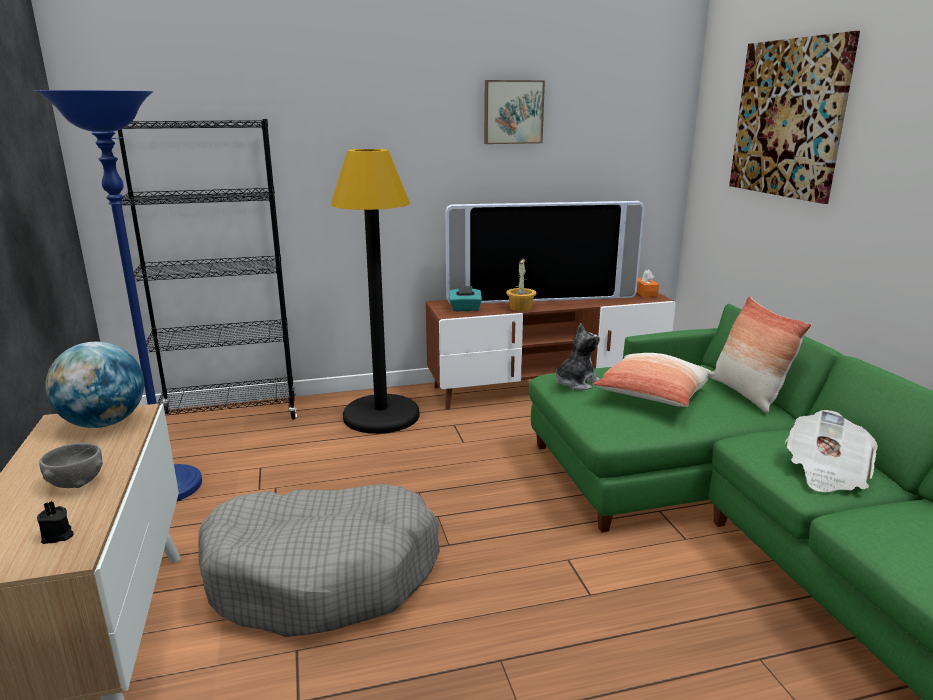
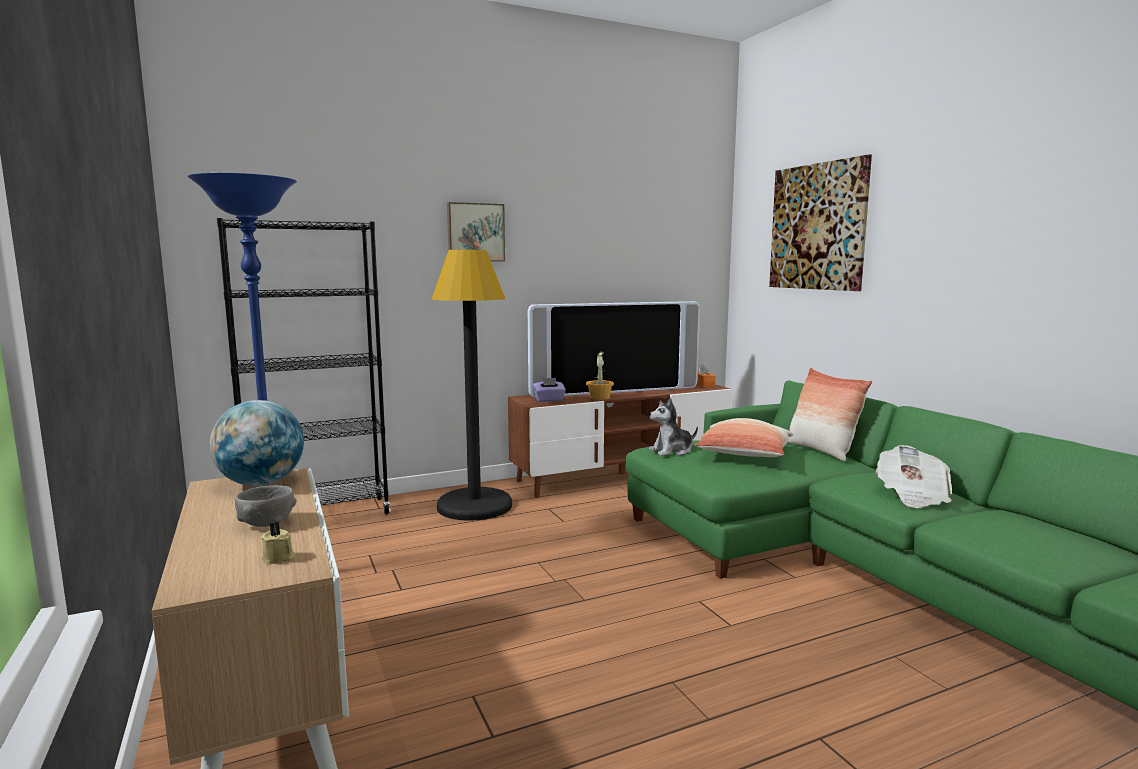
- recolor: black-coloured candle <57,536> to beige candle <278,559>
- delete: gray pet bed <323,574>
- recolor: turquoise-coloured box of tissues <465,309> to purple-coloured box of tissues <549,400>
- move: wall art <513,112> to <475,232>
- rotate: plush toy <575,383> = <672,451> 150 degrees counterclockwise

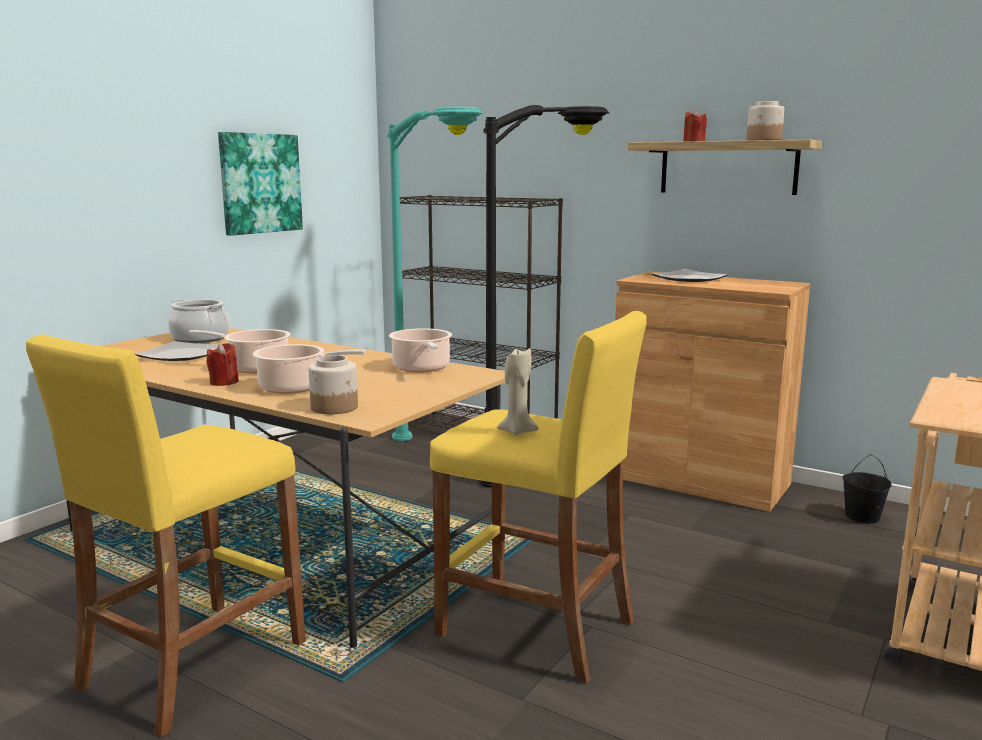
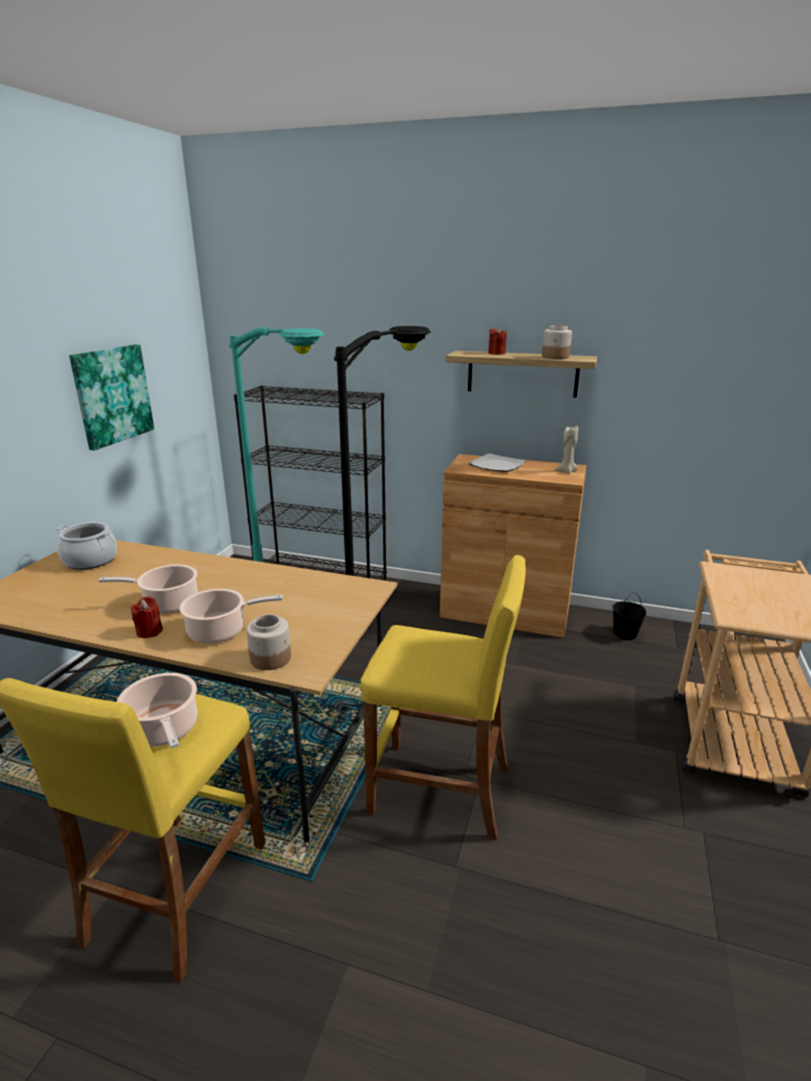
- delete: flat dish <181,355>
- move: cooking pot <422,368> to <164,731>
- move: beige candle <517,431> to <566,471>

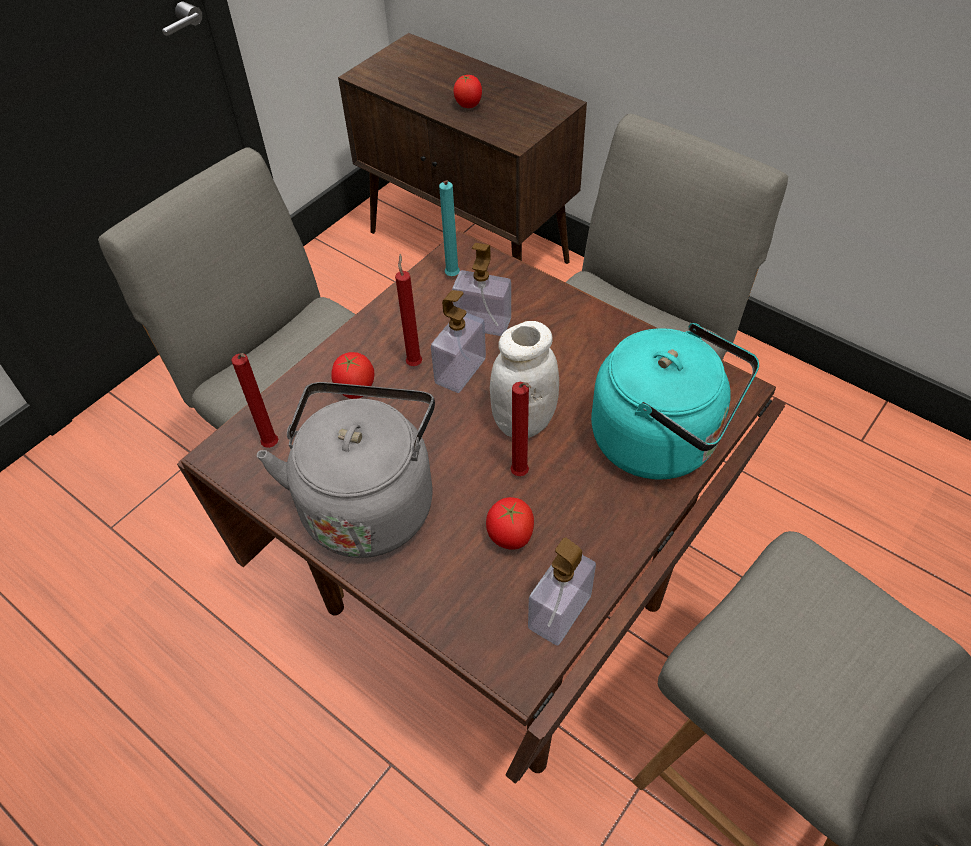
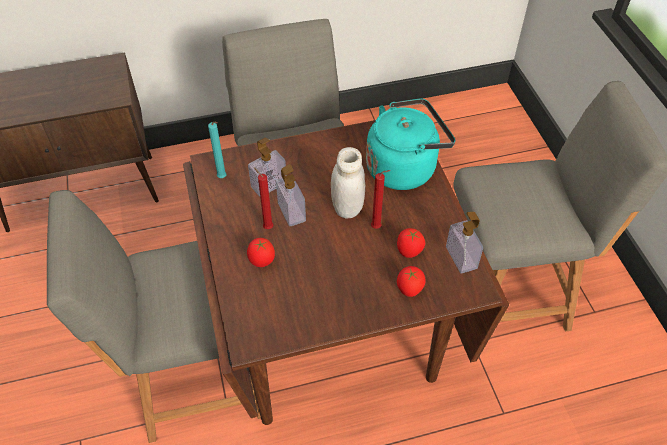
- delete: reddish candle <272,447>
- delete: gray kettle <368,501>
- move: tomato <468,106> to <409,290>

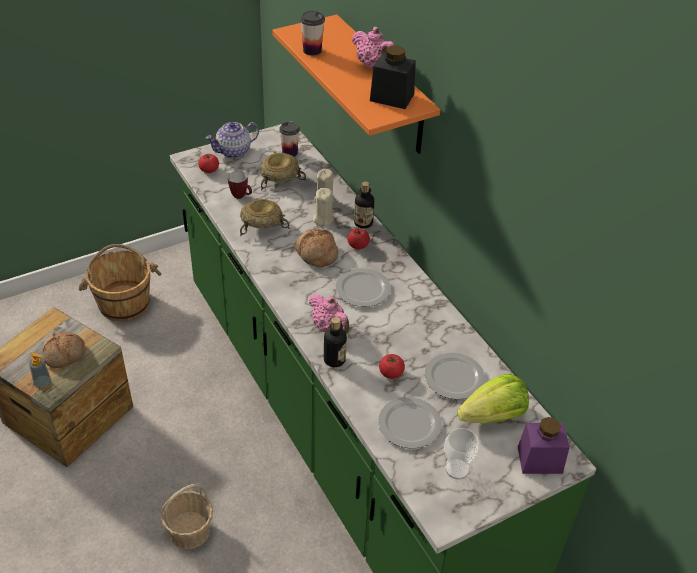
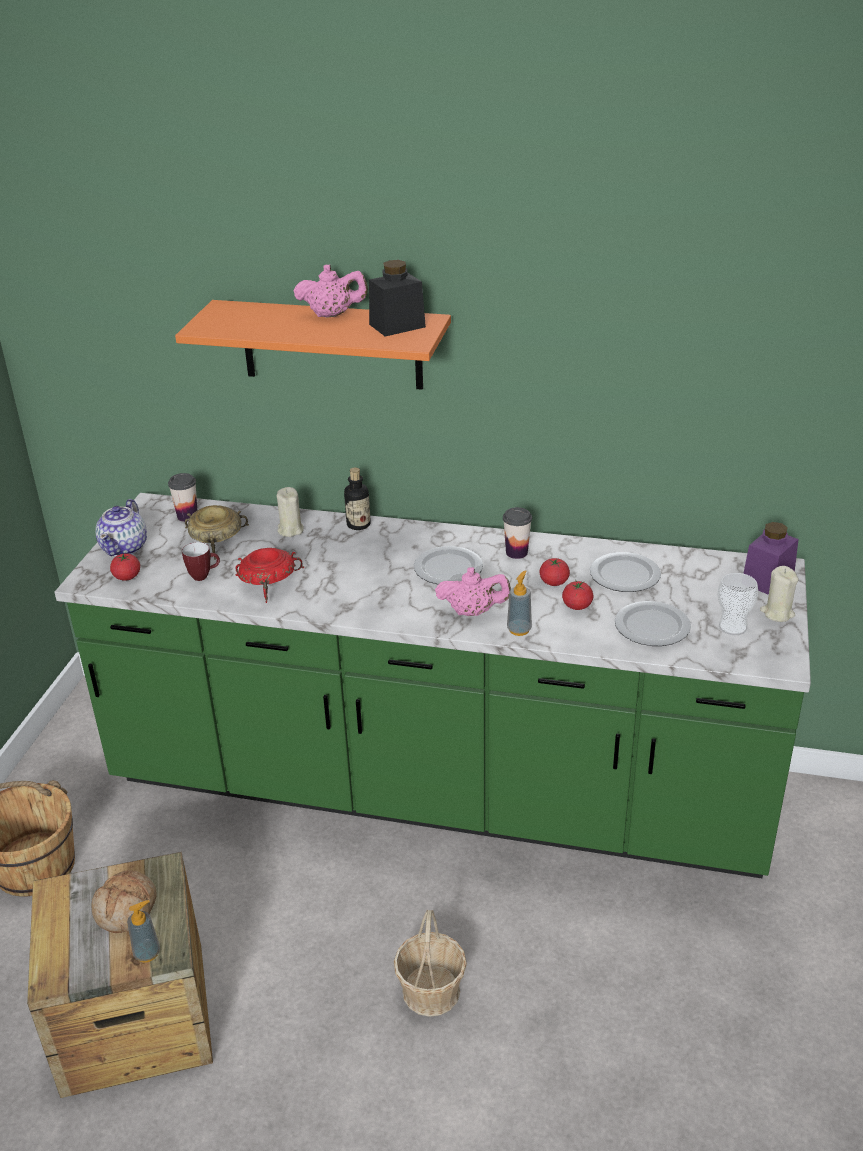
- recolor: beige serving bowl <262,226> to reddish serving bowl <269,584>
- delete: baked bread <316,254>
- move: drinking cup <312,50> to <516,552>
- move: beige candle <323,219> to <777,613>
- replace: bottle <334,360> to soap bottle <519,630>
- move: tomato <358,245> to <554,582>
- delete: head of lettuce <493,416>

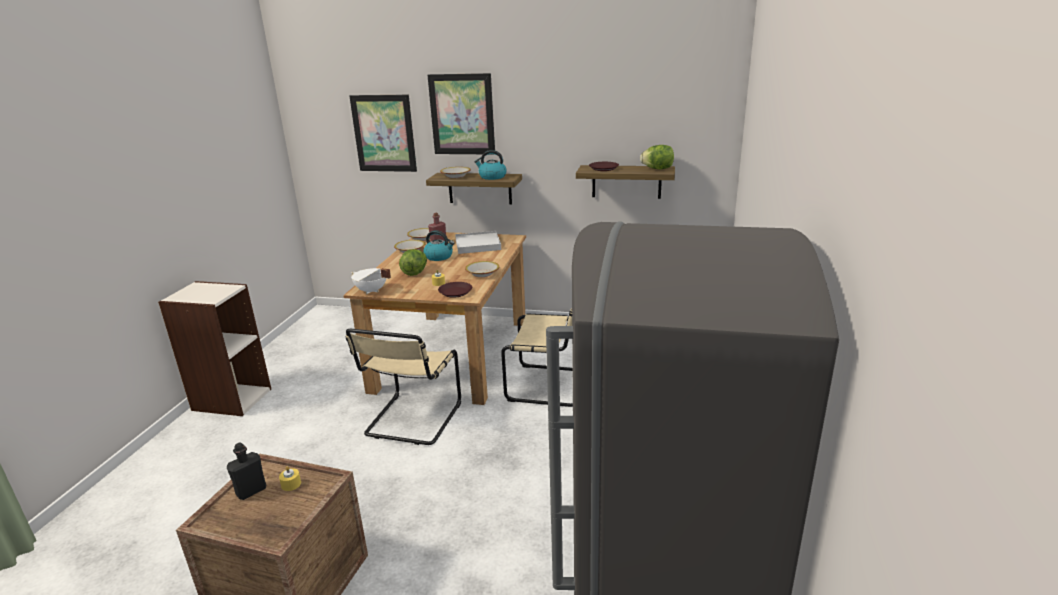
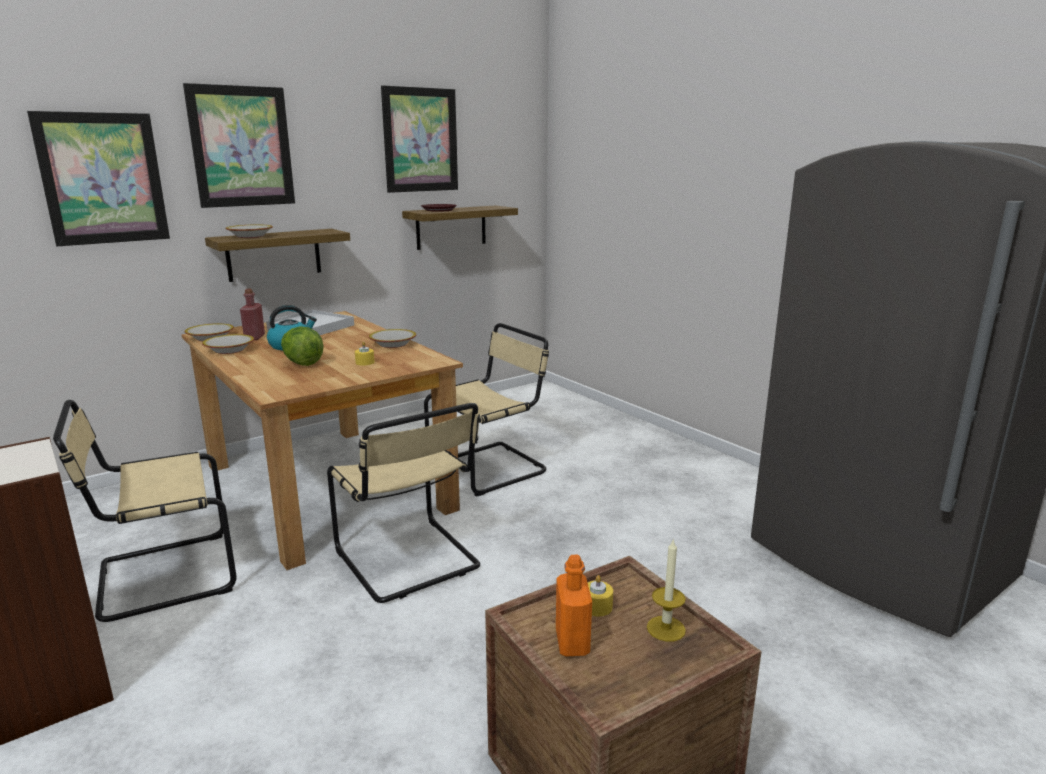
- recolor: black-coloured bottle <251,491> to orange-coloured bottle <572,642>
- delete: whitish cooking pot <371,291>
- delete: brownish flat dish <455,292>
- delete: kettle <492,177>
- delete: head of lettuce <657,169>
- insert: beige plain chair <161,577>
- insert: wall art <420,140>
- insert: candle <666,628>

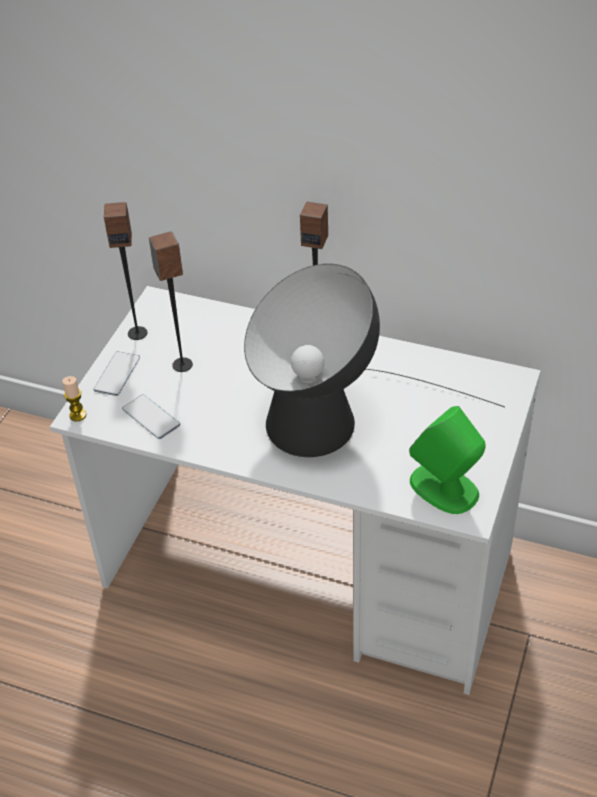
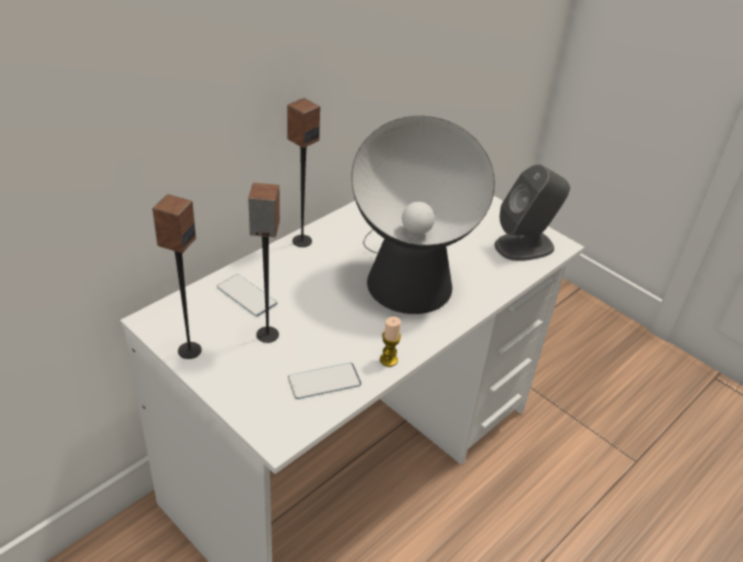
- move: candle <78,415> to <388,360>
- move: handset <117,374> to <247,295>
- recolor: green loudspeaker <445,488> to gray loudspeaker <525,246>

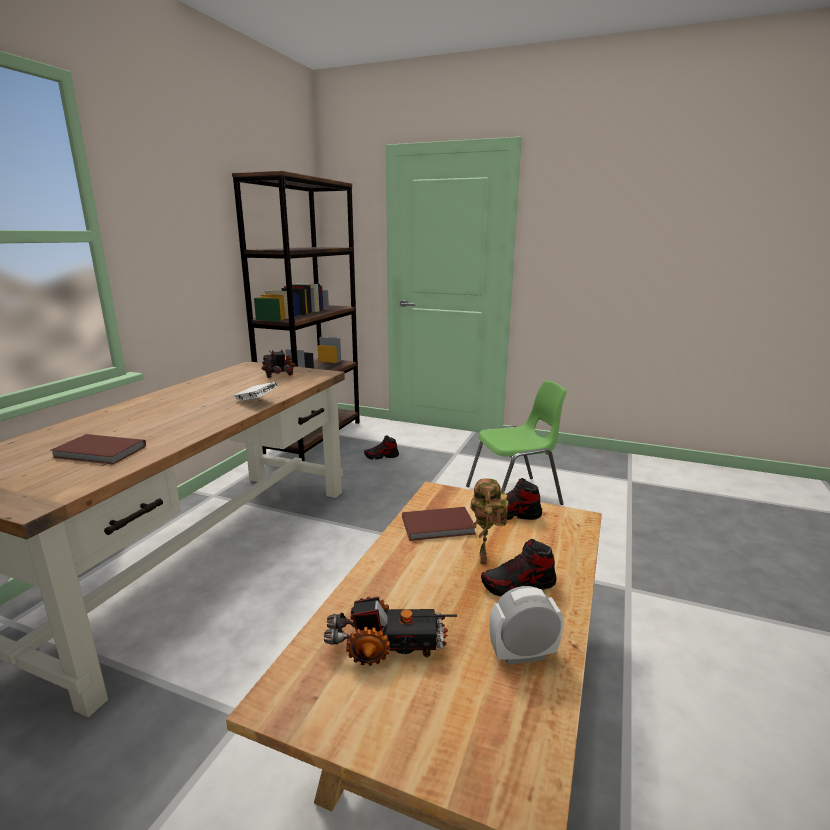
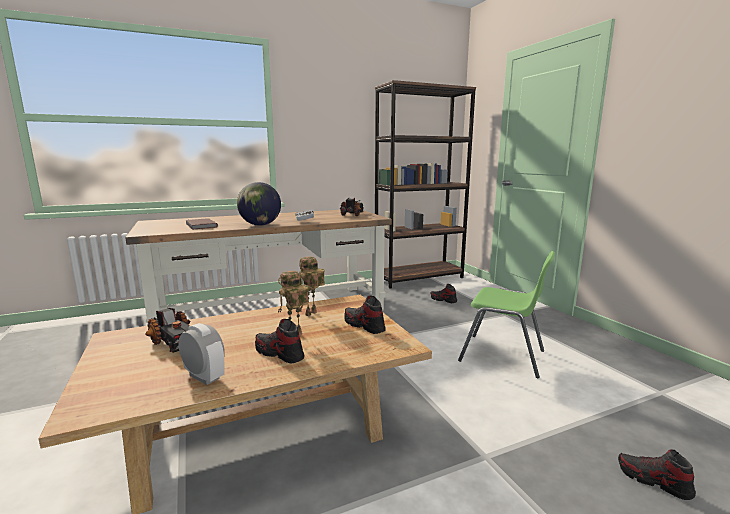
- replace: brownish book <439,526> to toy robot <311,314>
- insert: world globe <260,225>
- insert: low shoe <653,481>

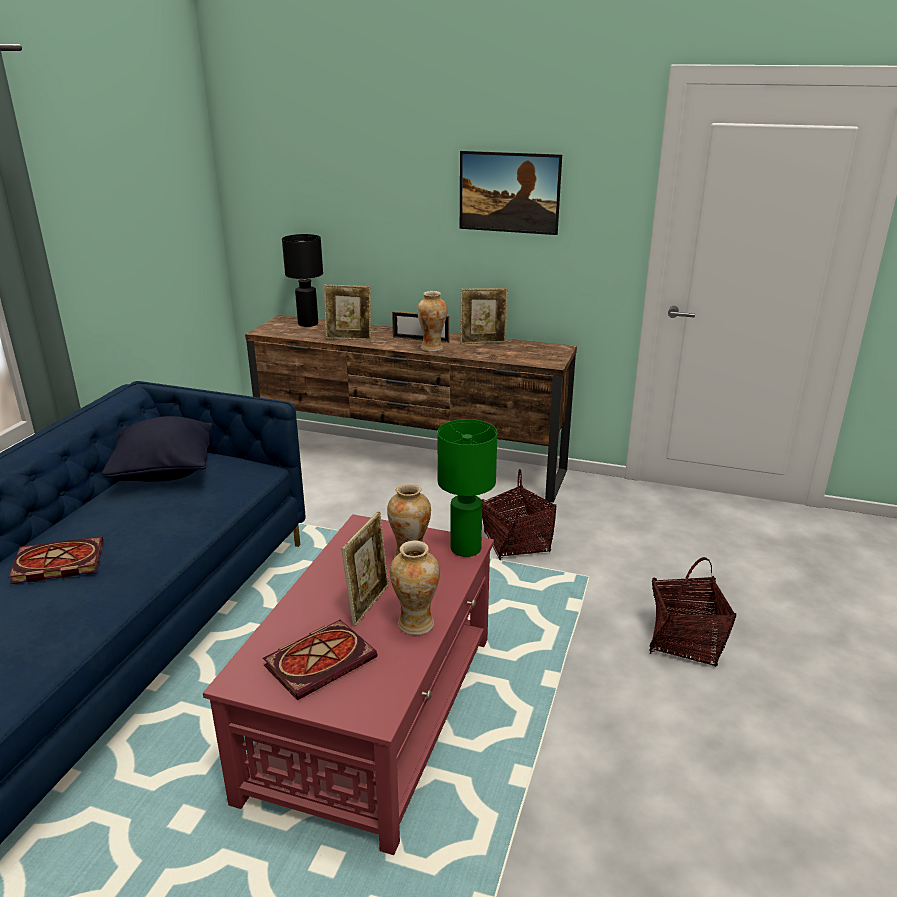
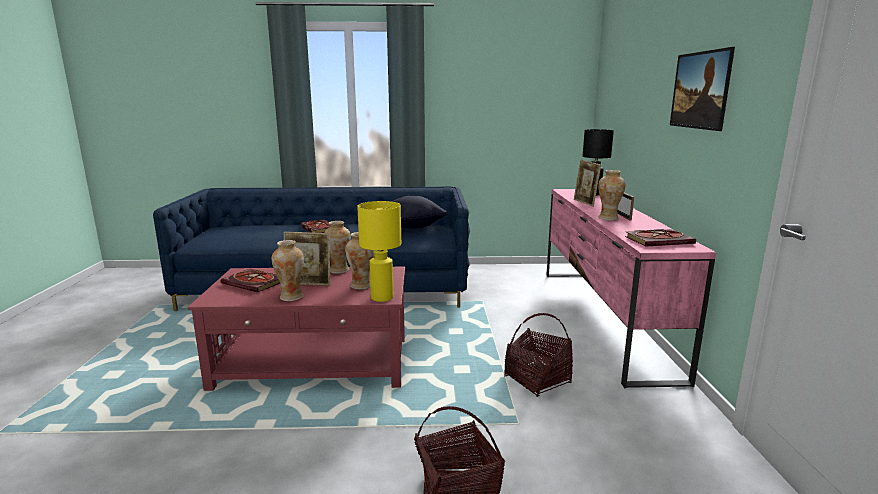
- recolor: brownish tv stand <411,463> to pinkish tv stand <602,318>
- recolor: green lamp for a table <466,549> to yellowish lamp for a table <382,298>
- delete: photo frame <483,342>
- insert: vase <339,270>
- insert: book <659,240>

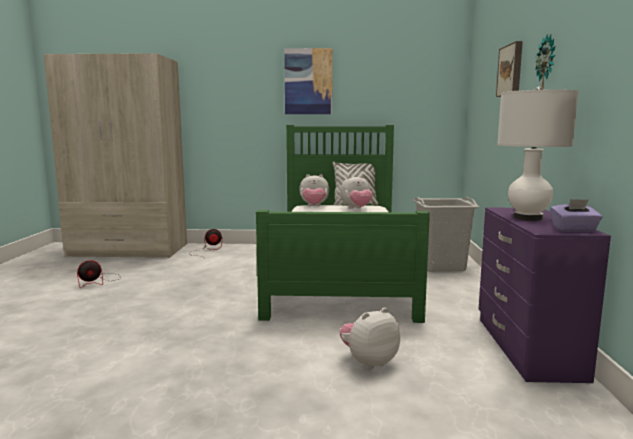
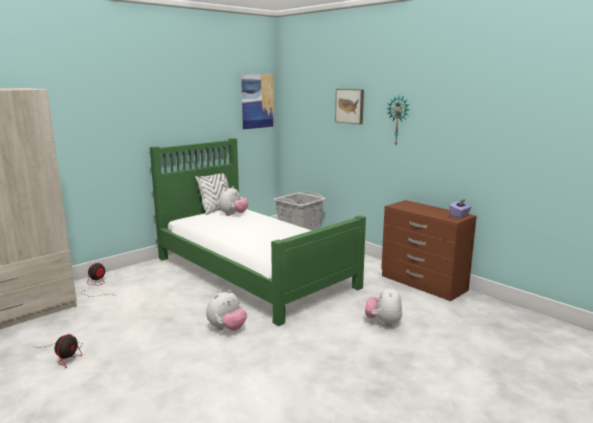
- move: wall art <308,81> to <257,101>
- move: plush toy <314,206> to <227,329>
- recolor: purple-coloured dresser <526,347> to brownish dresser <423,283>
- delete: whitish lamp for a table <528,218>

